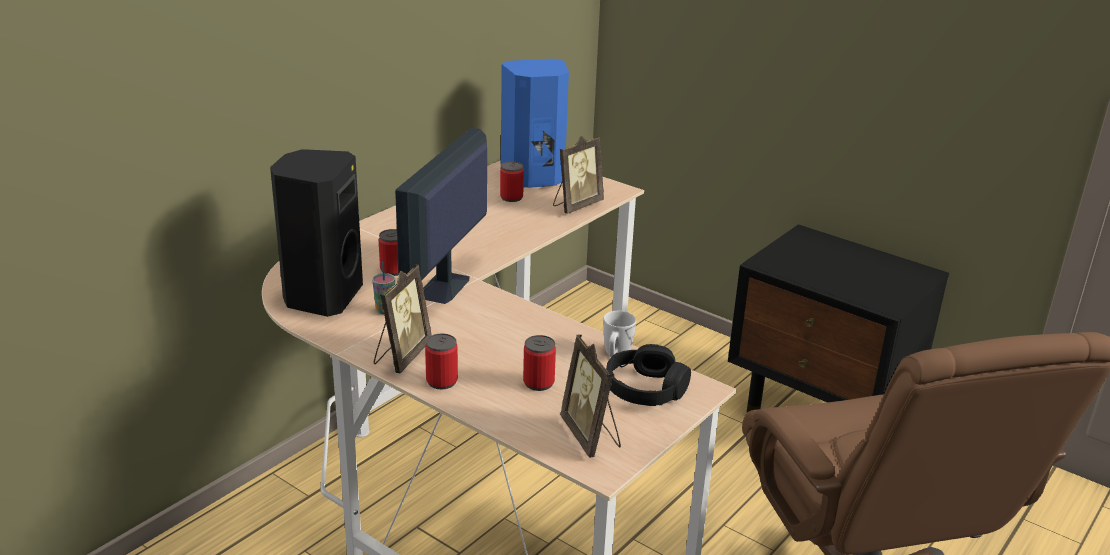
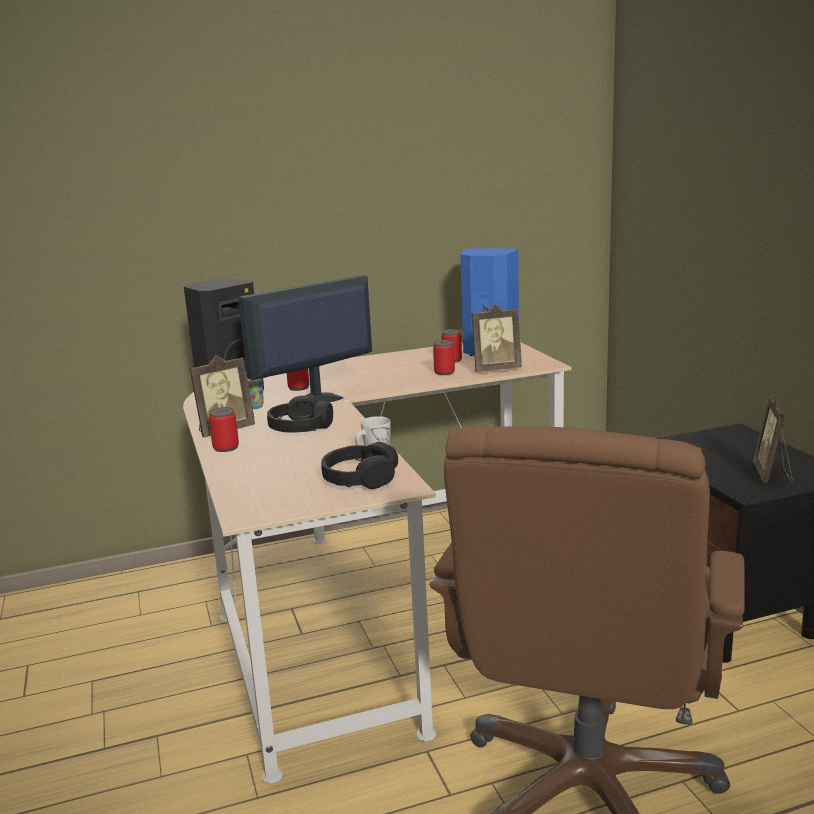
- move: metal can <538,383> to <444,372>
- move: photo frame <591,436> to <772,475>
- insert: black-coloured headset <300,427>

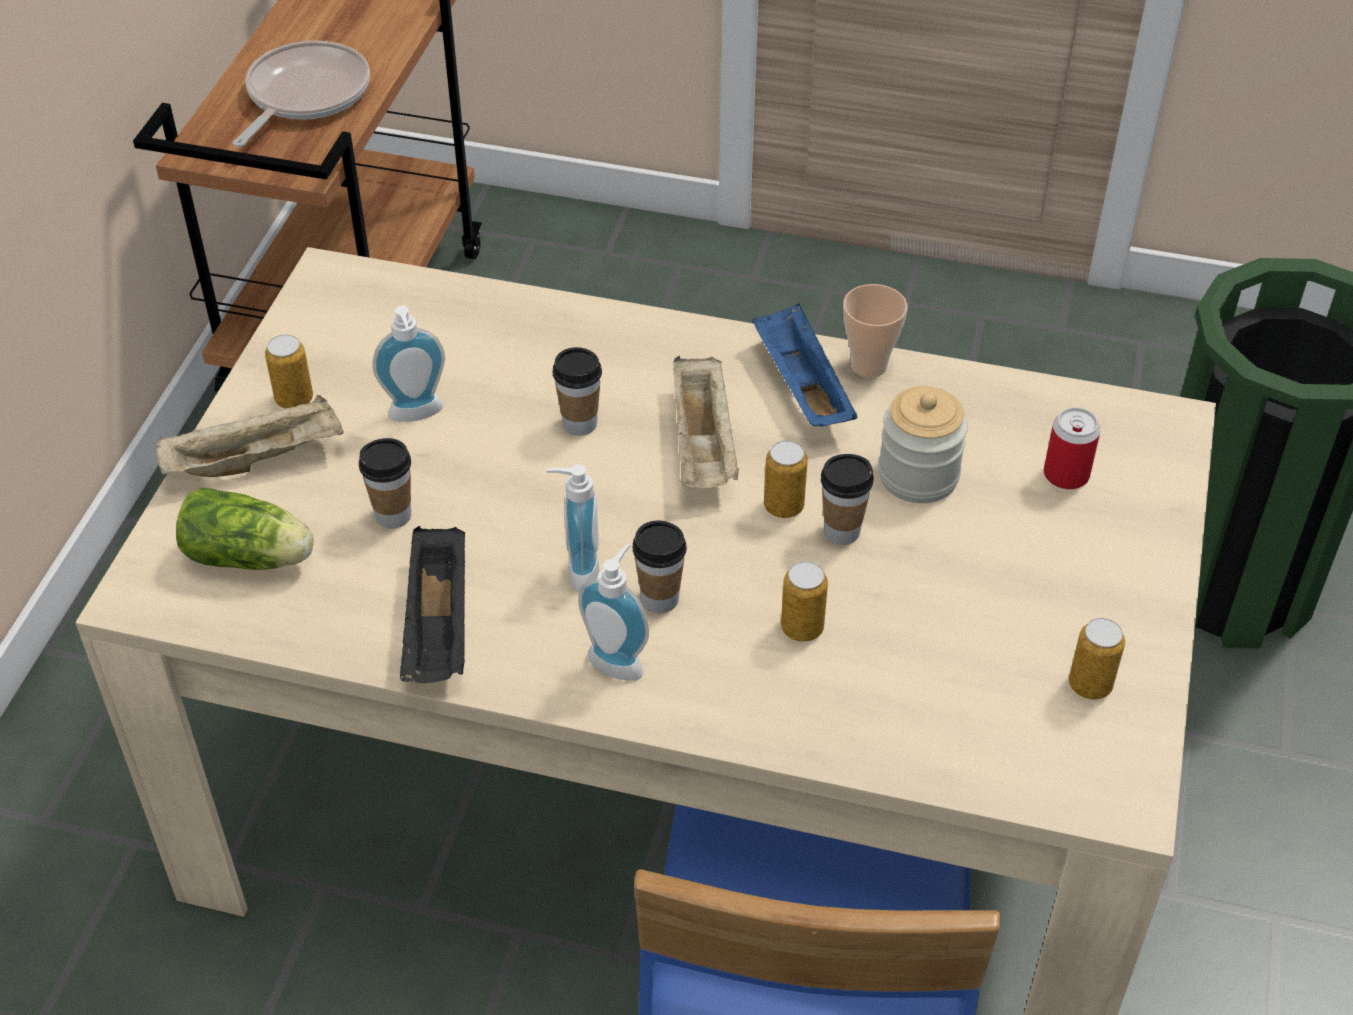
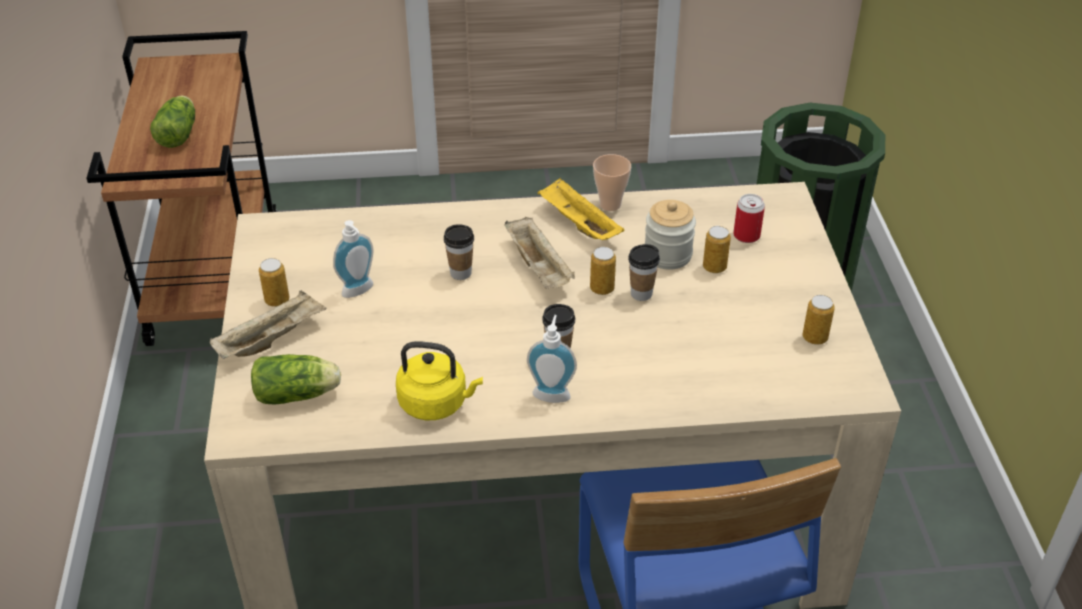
- replace: frying pan <304,96> to head of lettuce <179,133>
- delete: drinking cup <393,515>
- replace: black-coloured carrying tray <439,628> to yellowish kettle <436,403>
- delete: soap bottle <576,570>
- recolor: blue-coloured carrying tray <800,387> to yellowish carrying tray <578,224>
- move: metal can <802,628> to <714,267>

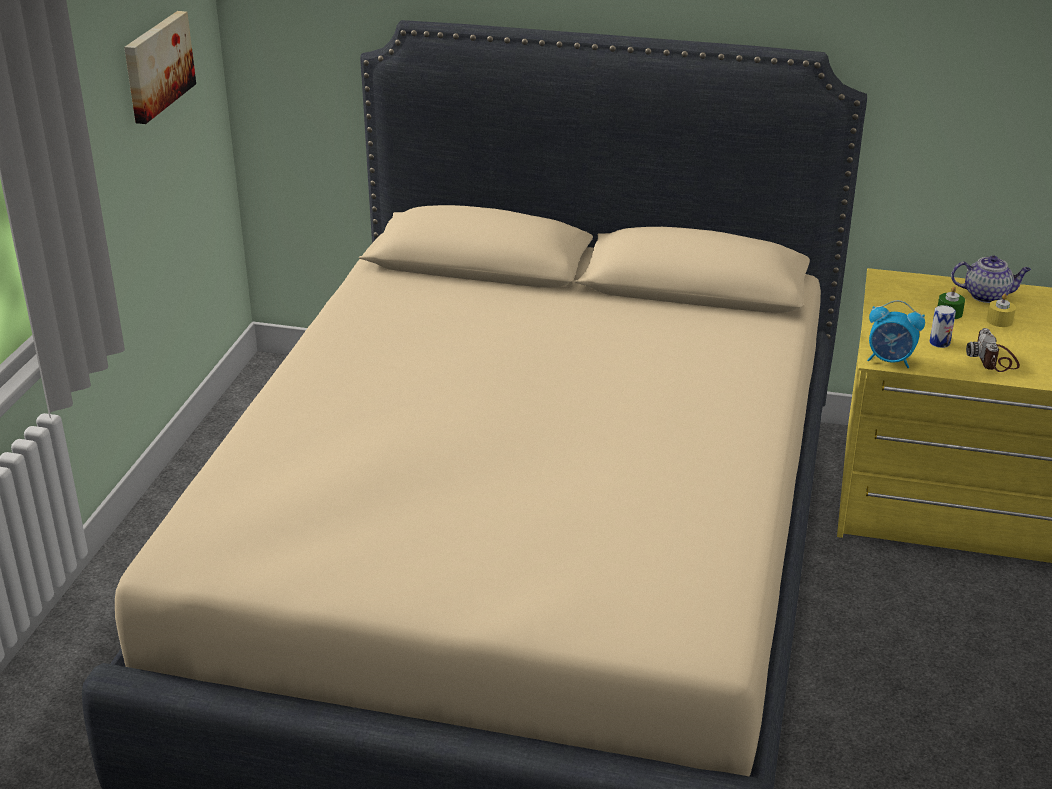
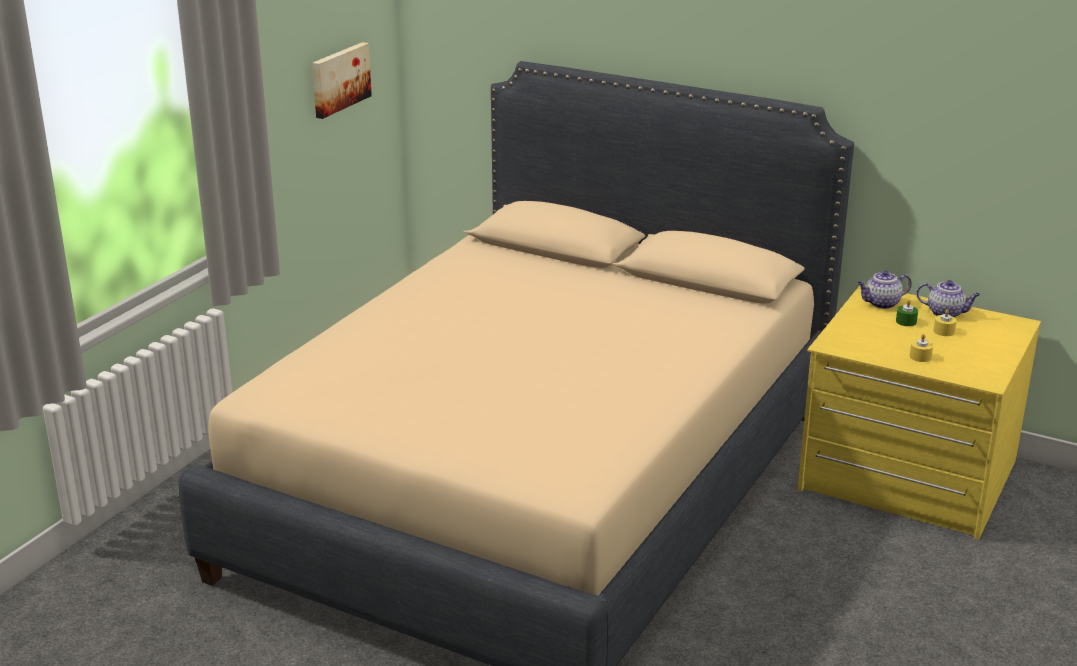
- delete: table clock <890,361>
- delete: metal can <939,343>
- replace: photo camera <994,360> to yellowish candle <920,357>
- insert: tea pot <881,304>

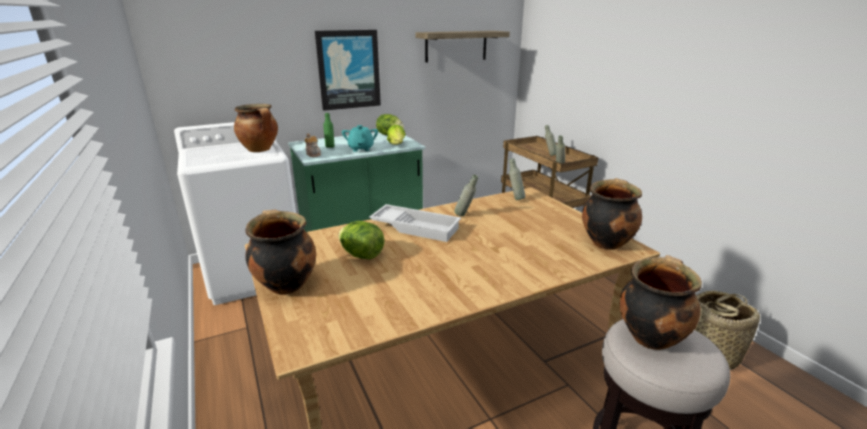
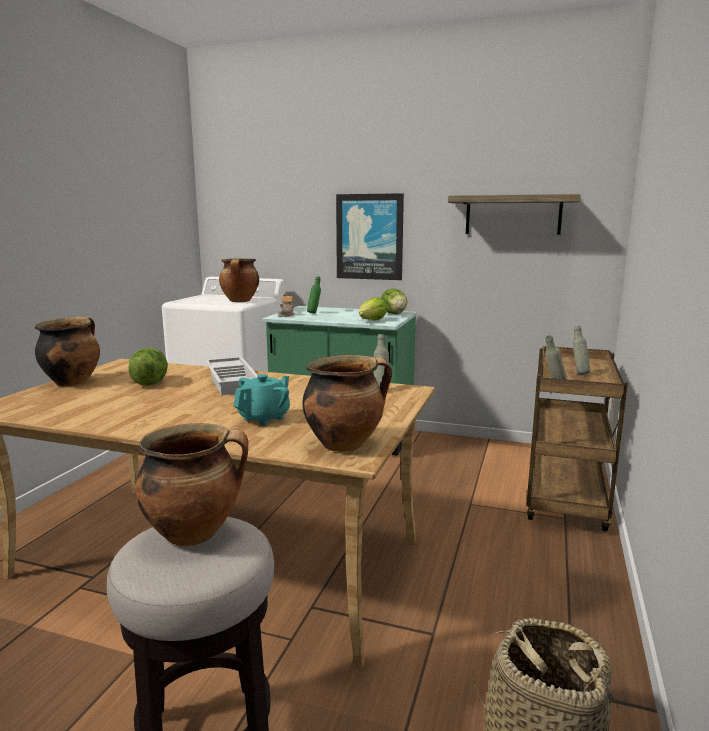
- move: turquoise-coloured tea pot <361,149> to <264,418>
- delete: gray bottle <465,216>

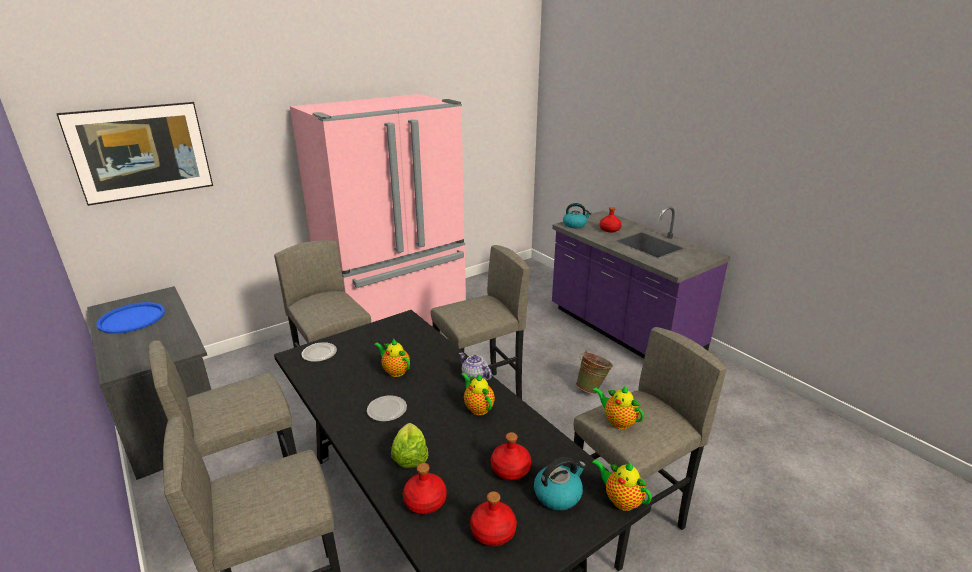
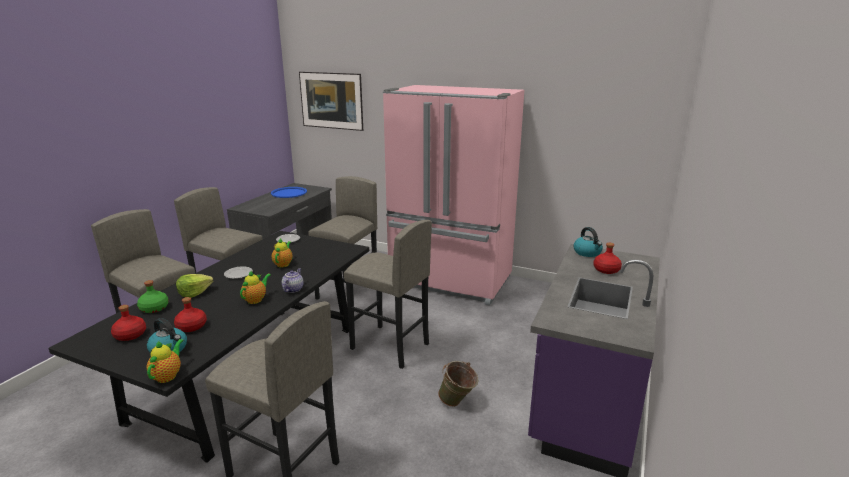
- recolor: reddish bottle <425,501> to green bottle <154,308>
- delete: tea pot <617,421>

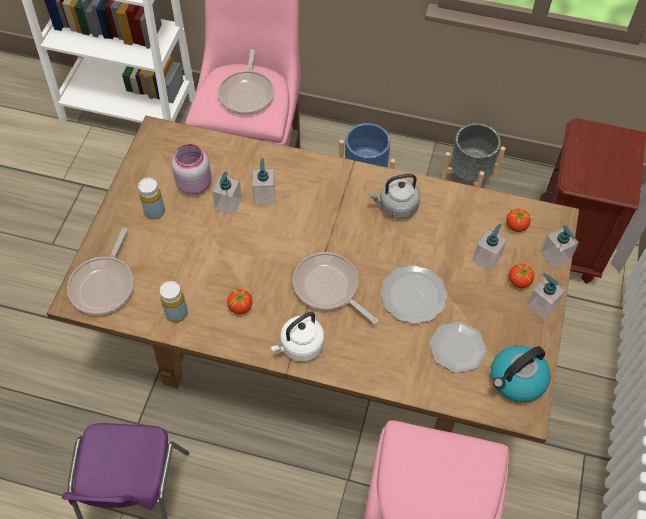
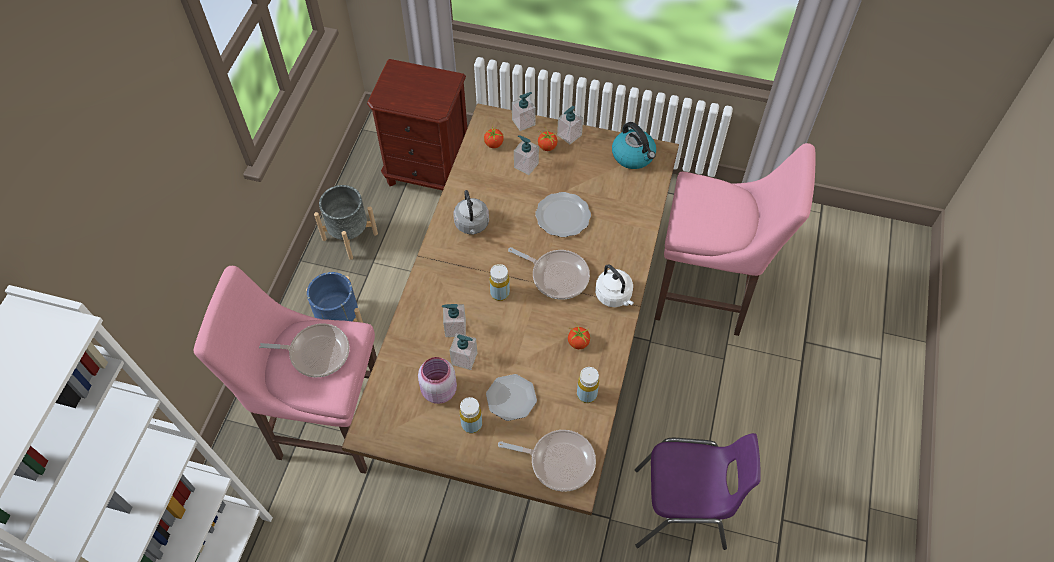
- rotate: frying pan <328,288> = <557,276> 105 degrees counterclockwise
- move: flat dish <458,348> to <511,398>
- insert: yellowish bottle <500,293>

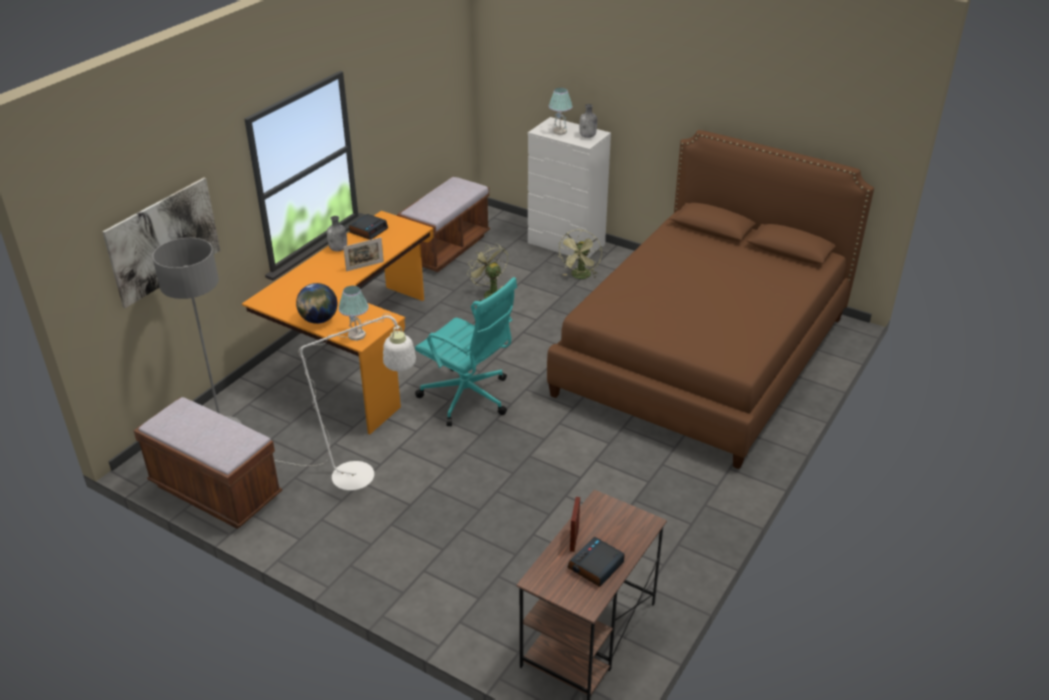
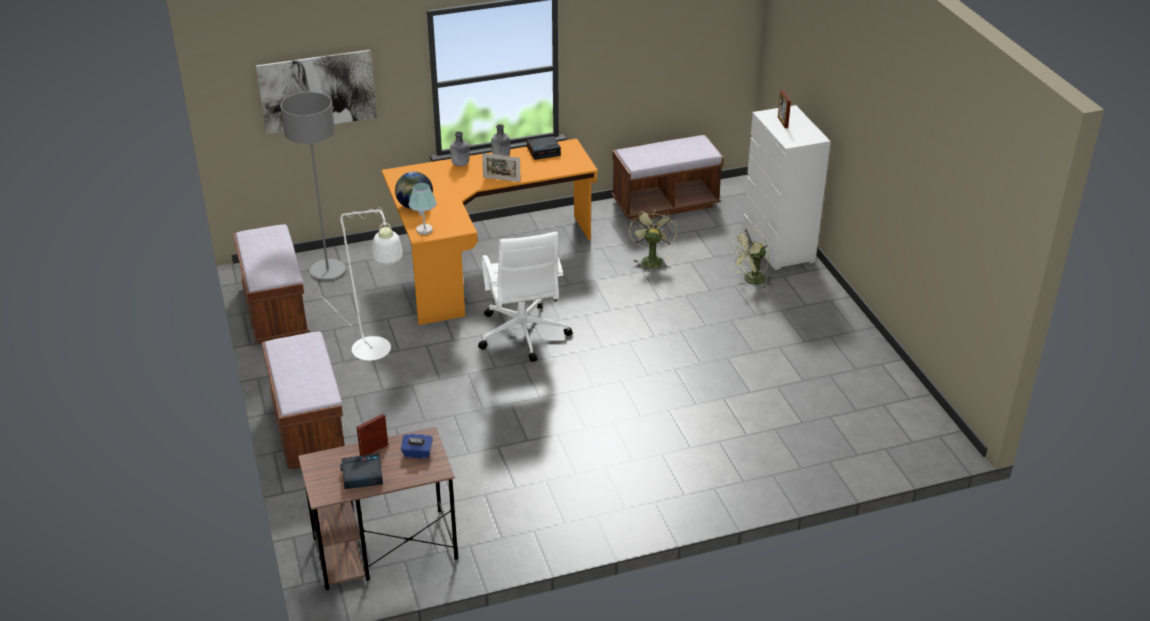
- recolor: turquoise-coloured computer chair <468,398> to whitish computer chair <523,335>
- delete: brownish bed <703,355>
- replace: lamp for a table <560,131> to photo frame <782,122>
- move: gray bottle <588,136> to <460,164>
- insert: brownish indoor bench <308,429>
- insert: blue-coloured box of tissues <417,453>

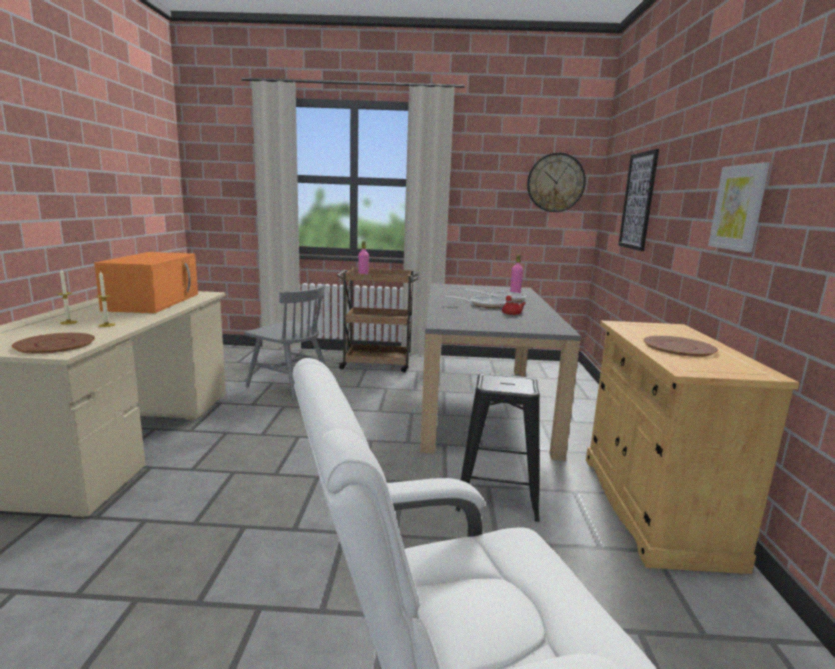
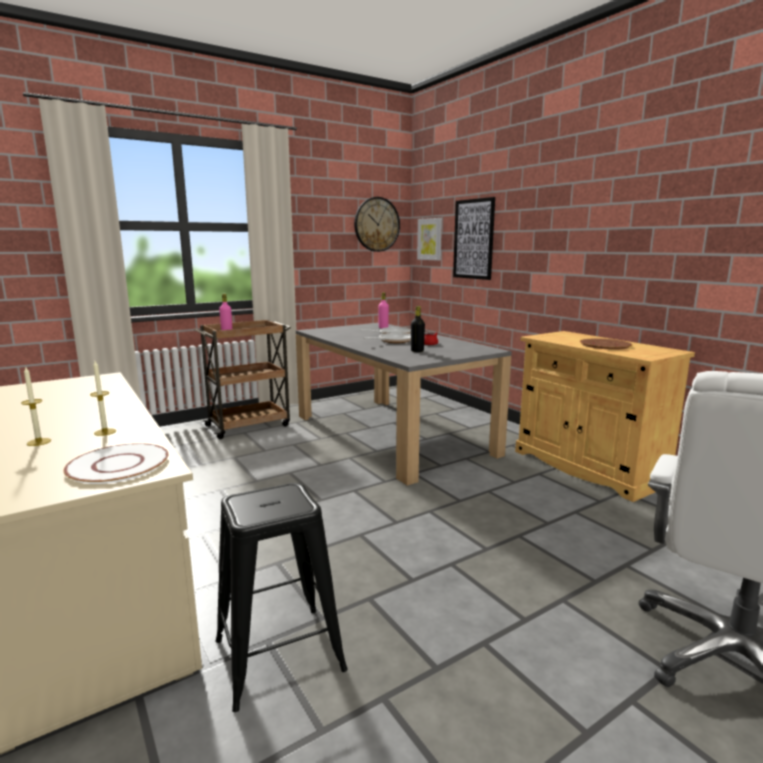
- recolor: brownish flat dish <55,344> to whitish flat dish <118,465>
- delete: orange-coloured microwave oven <153,301>
- delete: gray plain chair <289,385>
- move: black-coloured stool seat <497,496> to <279,655>
- move: wall art <739,208> to <430,239>
- insert: black-coloured bottle <417,351>

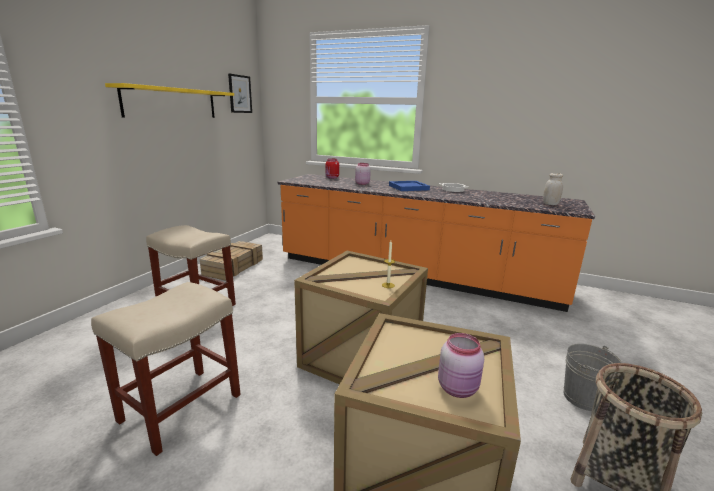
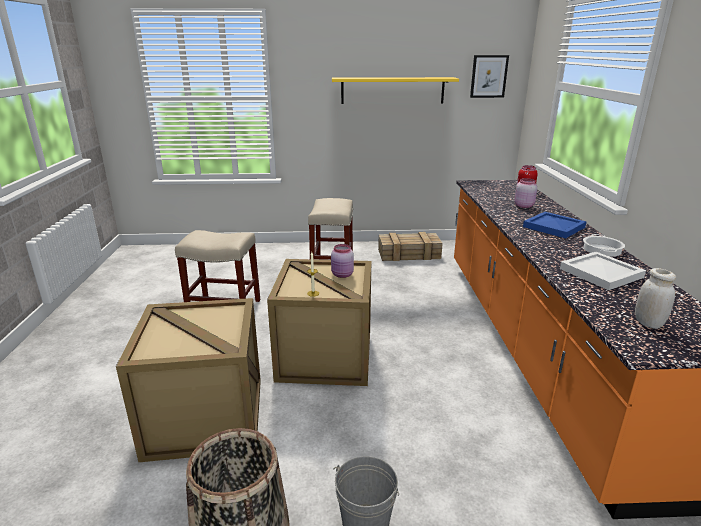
- move: pinkish storage jar <458,388> to <342,275>
- insert: whitish carrying tray <600,272>

